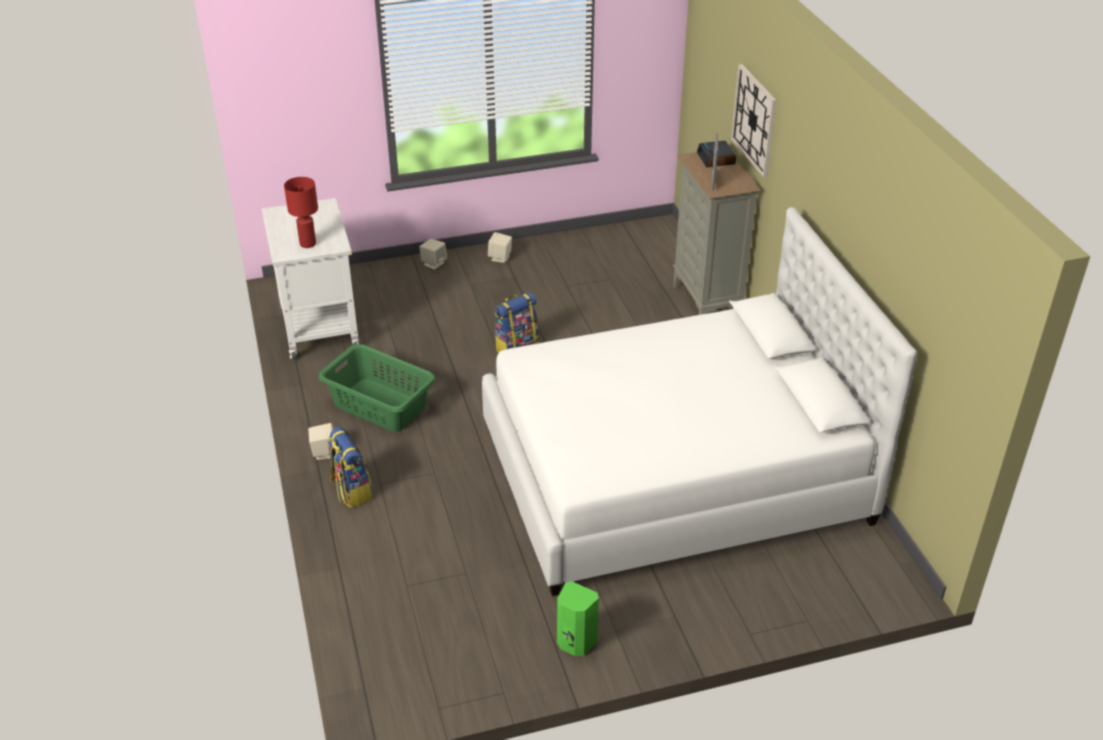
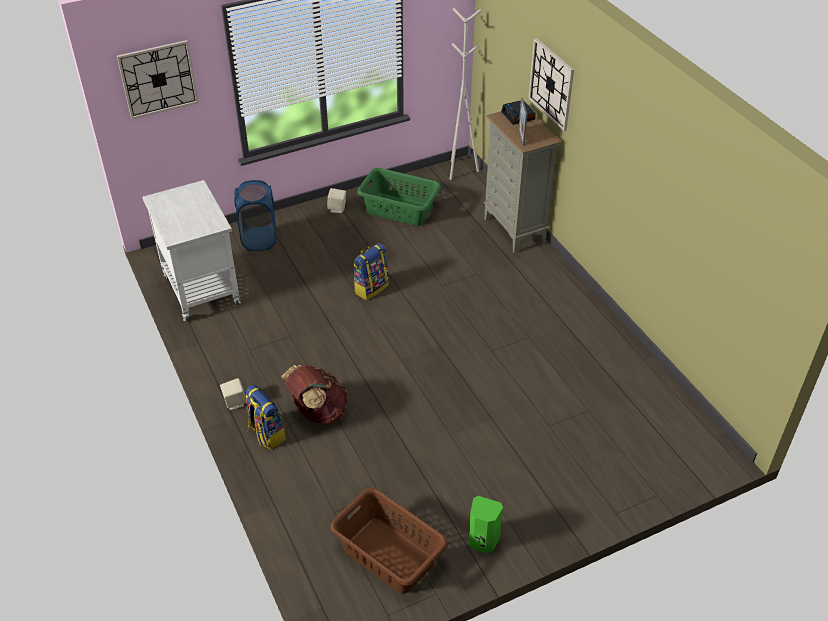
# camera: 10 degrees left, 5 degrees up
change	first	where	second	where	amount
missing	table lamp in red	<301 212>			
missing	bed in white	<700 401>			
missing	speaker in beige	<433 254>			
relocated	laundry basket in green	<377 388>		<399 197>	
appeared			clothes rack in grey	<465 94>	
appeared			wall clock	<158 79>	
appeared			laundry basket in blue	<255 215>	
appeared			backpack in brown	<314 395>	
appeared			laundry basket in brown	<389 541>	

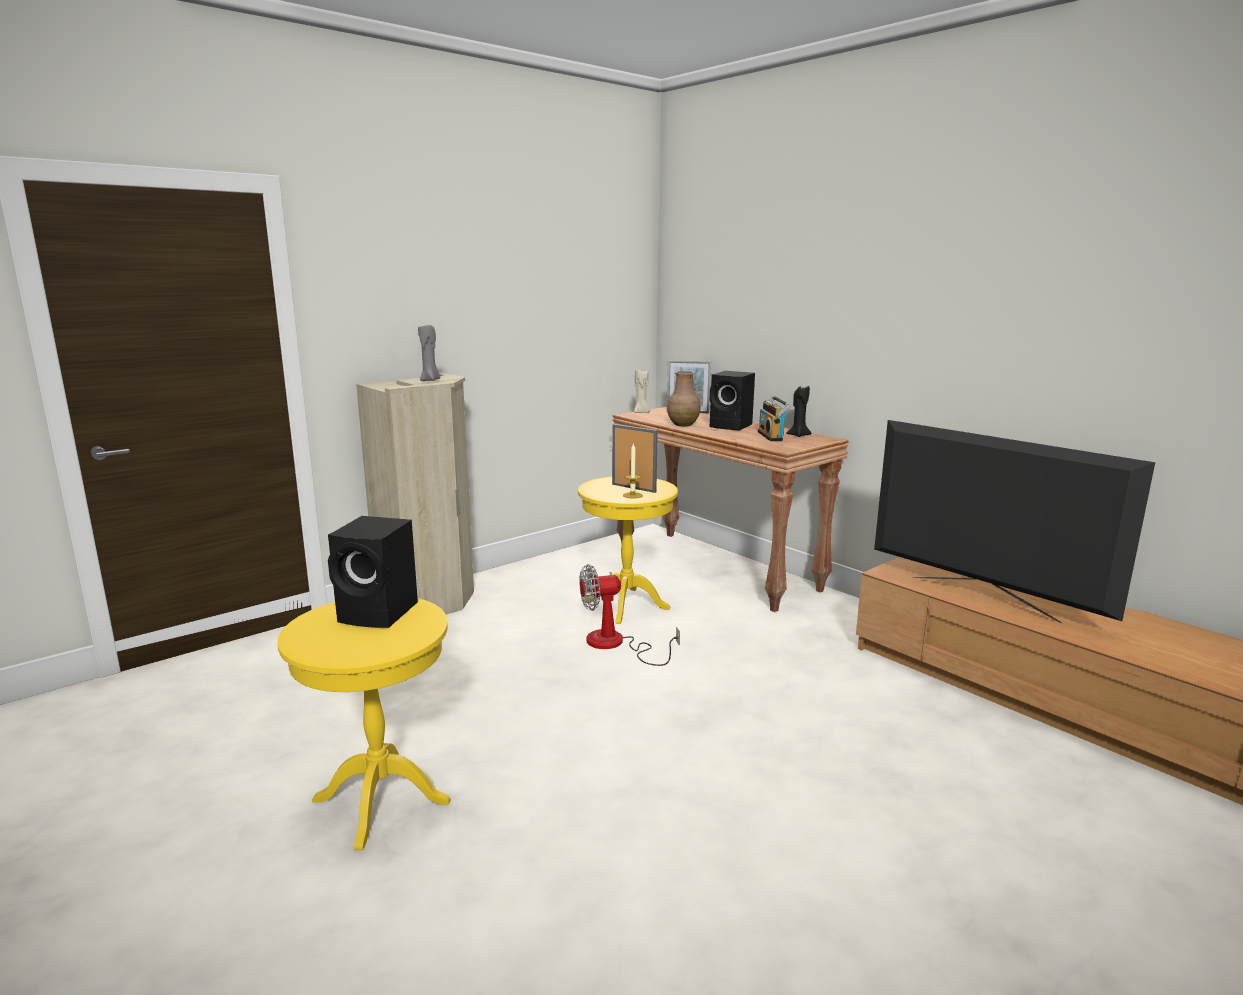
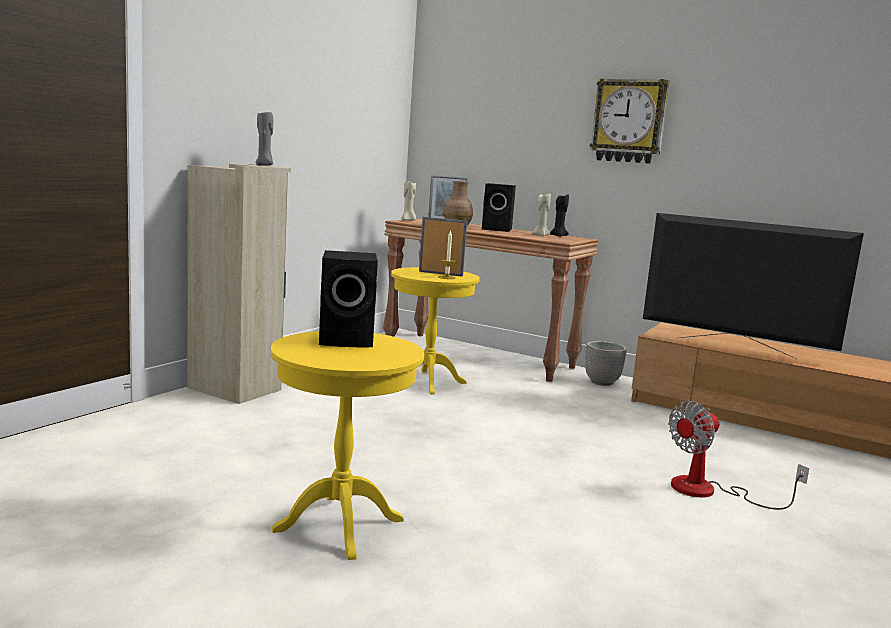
# camera: 20 degrees left, 5 degrees down
change	first	where	second	where	amount
exchanged	radio	<774 418>	candle in beige	<541 214>	
relocated	fan	<629 615>		<738 455>	
appeared			wall clock	<630 121>	
appeared			planter	<606 363>	

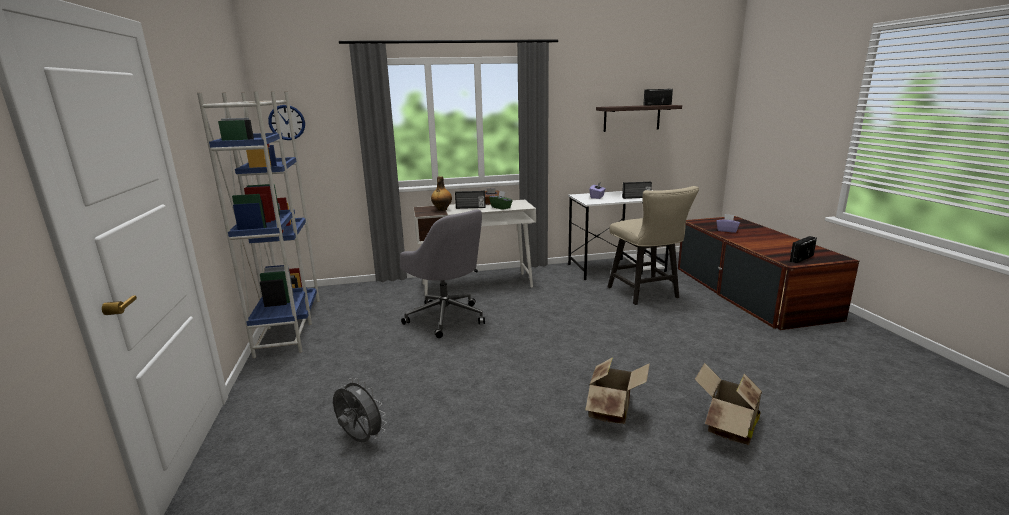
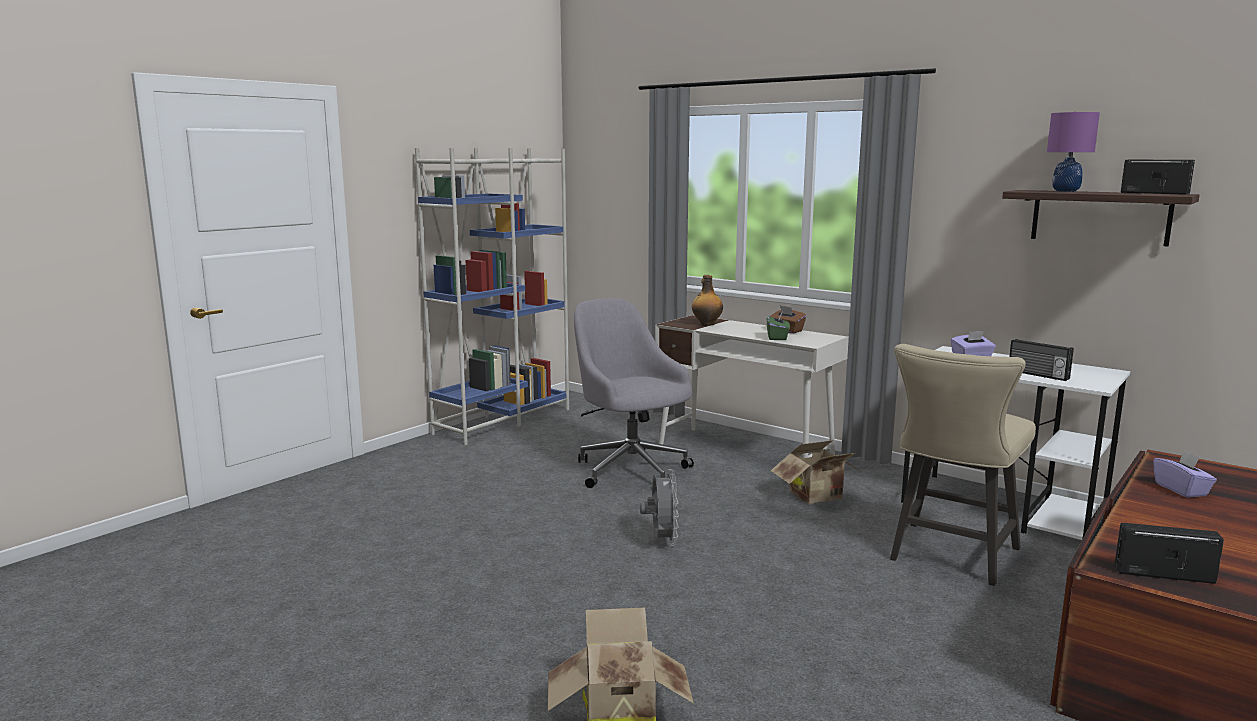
# camera: 50 degrees right, 5 degrees down
change	first	where	second	where	amount
missing	wall clock	<286 122>			
missing	radio	<470 200>			
spun	office chair in grey	<442 273>		<634 393>	135 degrees clockwise
relocated	cardboard box	<617 390>		<817 472>	
relocated	fan in grey	<360 410>		<659 507>	
appeared			table lamp in purple	<1073 152>	

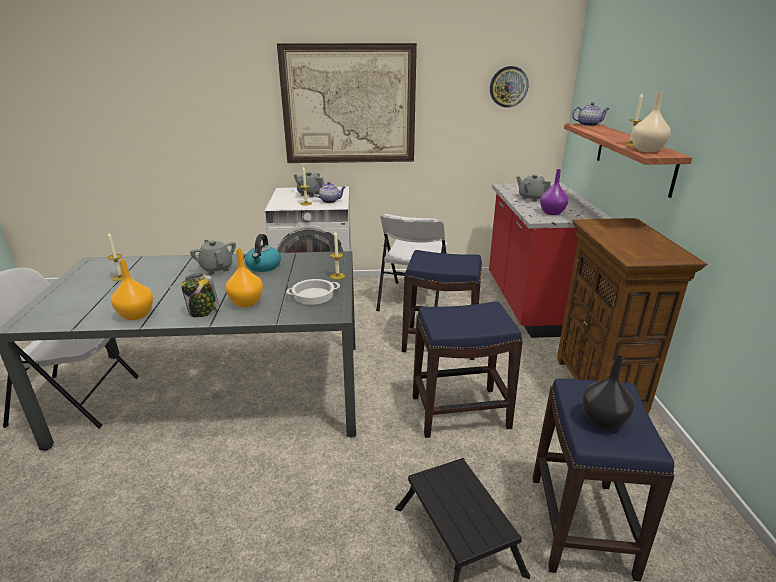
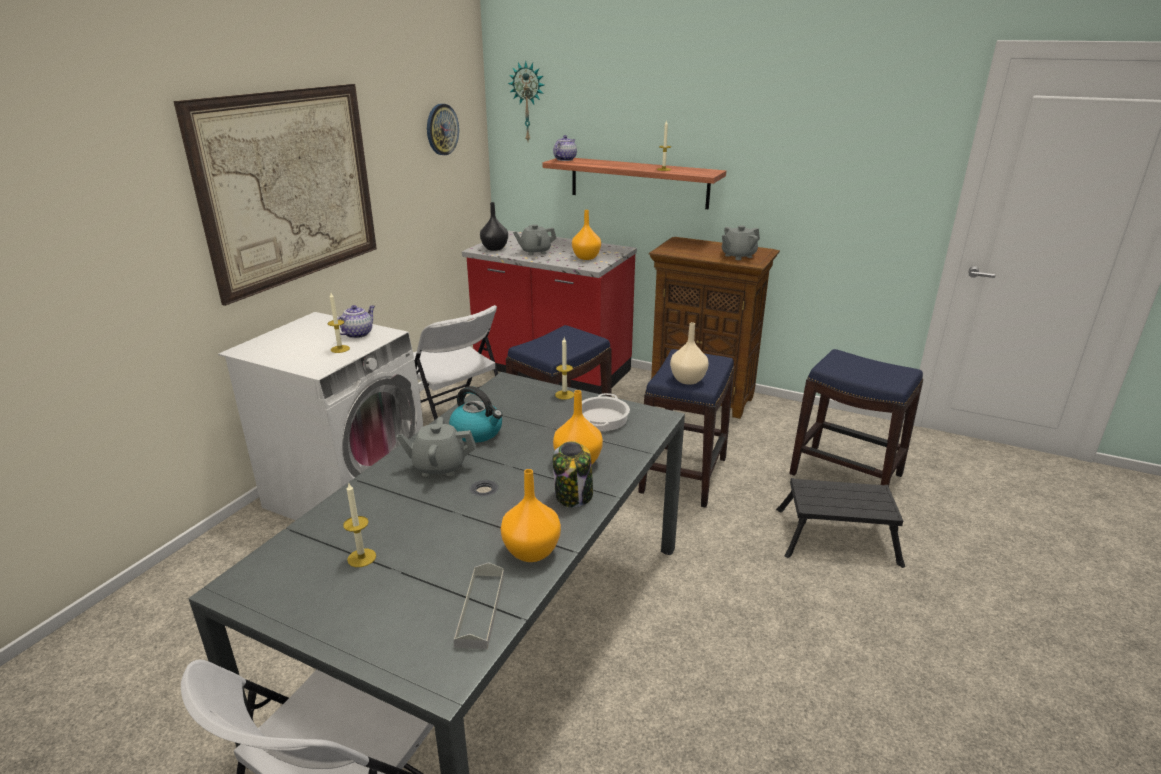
# camera: 60 degrees left, 0 degrees up
change	first	where	second	where	amount
relocated	vase in beige	<651 121>		<689 353>	
colour	vase in purple	<554 192>	vase in orange	<586 235>	
relocated	teapot in grey	<309 184>		<741 242>	
relocated	vase in black	<608 392>		<494 226>	
appeared			wall clock	<526 101>	
appeared			tray in grey	<479 605>	

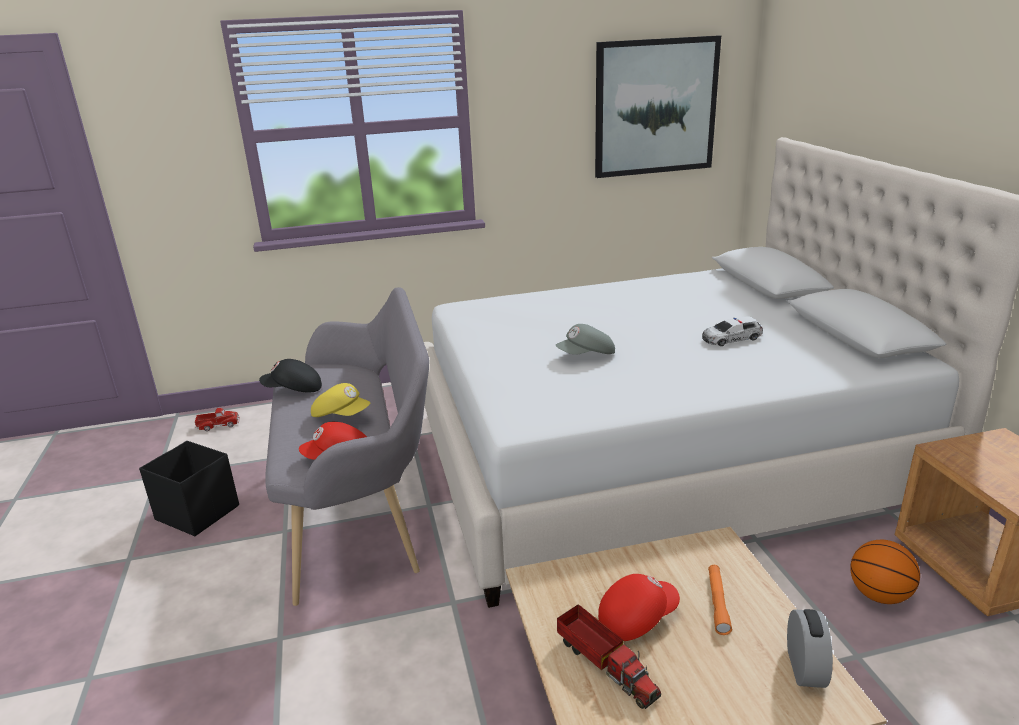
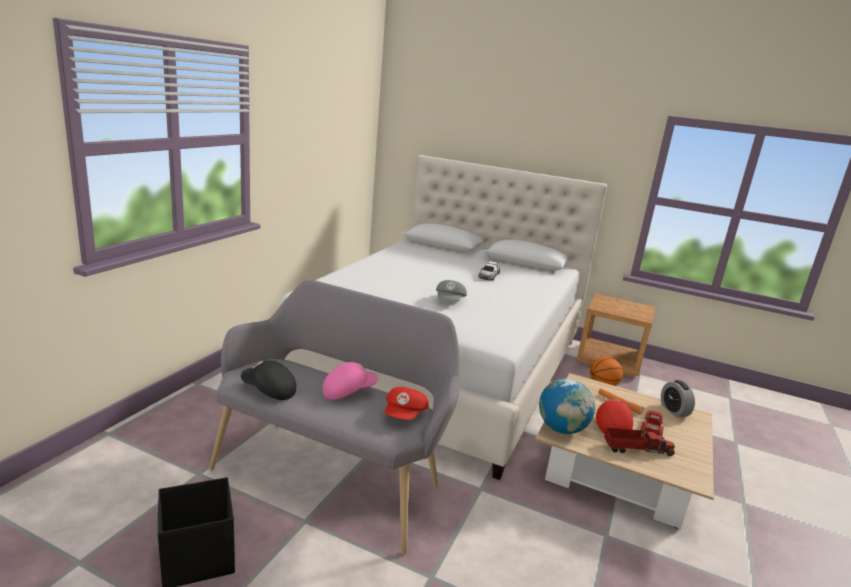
# camera: 55 degrees left, 5 degrees down
change	first	where	second	where	amount
missing	picture	<658 106>			
spun	cap in black	<290 375>		<268 380>	75 degrees clockwise
colour	cap in yellow	<341 400>	cap in pink	<350 381>	
relocated	toy truck	<217 419>		<652 423>	
spun	alarm clock	<810 648>		<678 398>	150 degrees counterclockwise
appeared			globe	<567 406>	

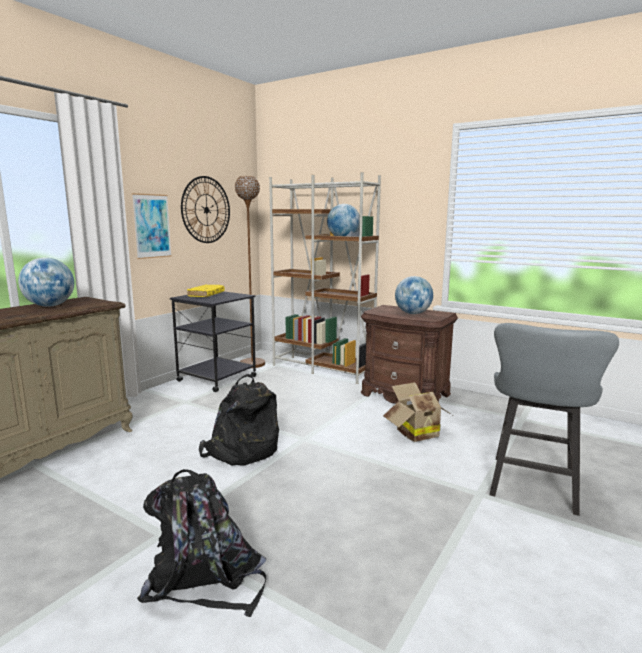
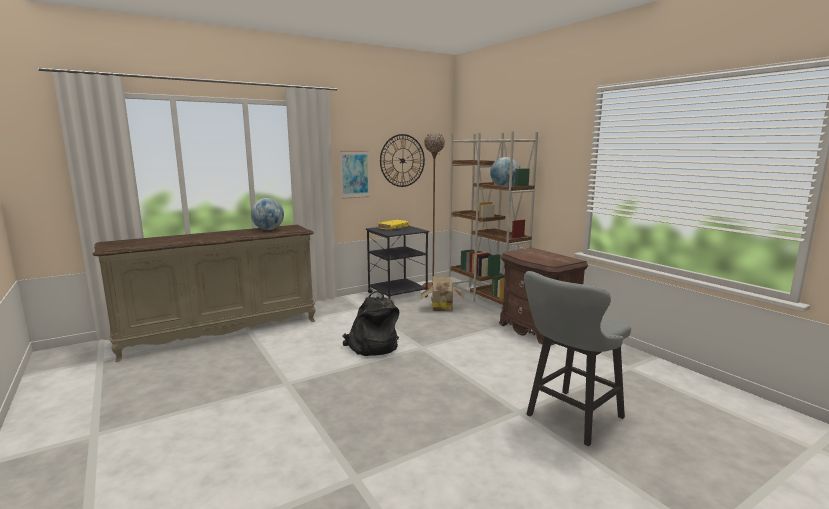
# camera: 25 degrees right, 0 degrees up
change	first	where	second	where	amount
missing	globe	<414 295>			
relocated	cardboard box	<417 412>		<442 293>	
missing	backpack in black	<201 543>			

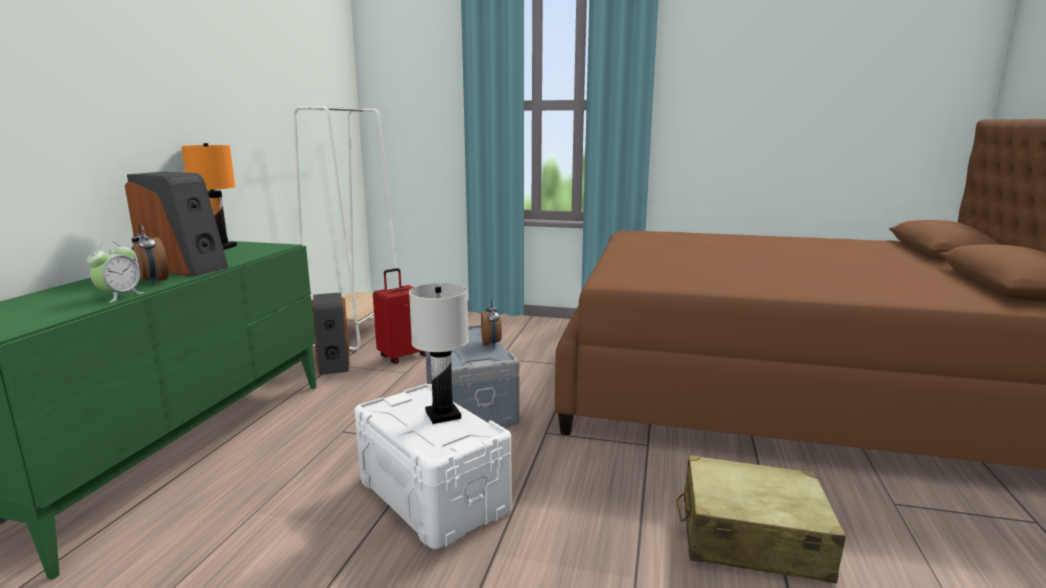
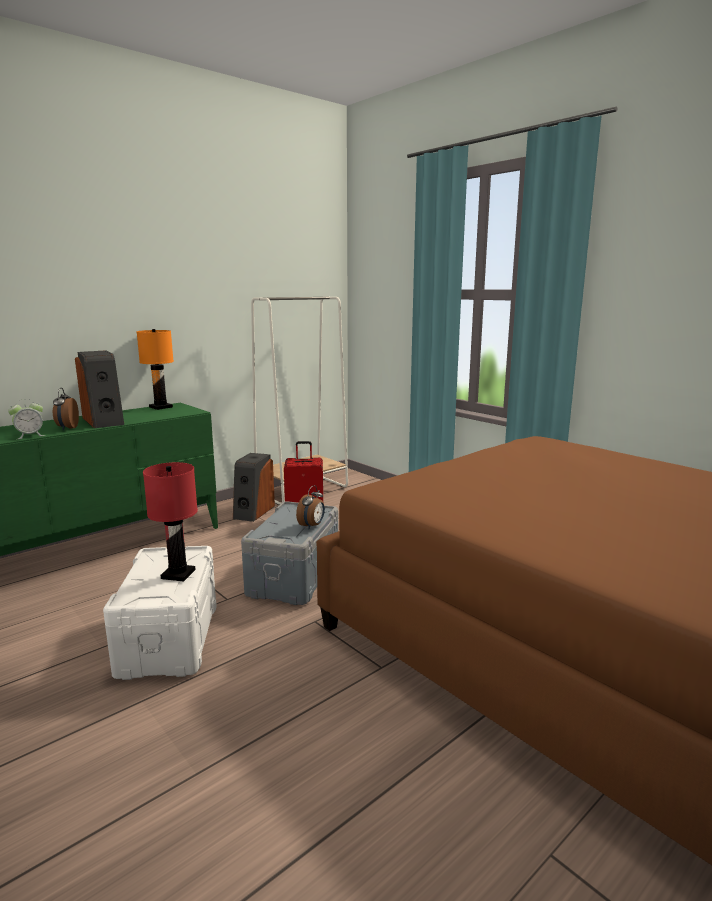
# camera: 35 degrees right, 0 degrees up
change	first	where	second	where	amount
colour	table lamp in white	<439 353>	table lamp in red	<170 522>	
missing	suitcase in beige	<761 519>			

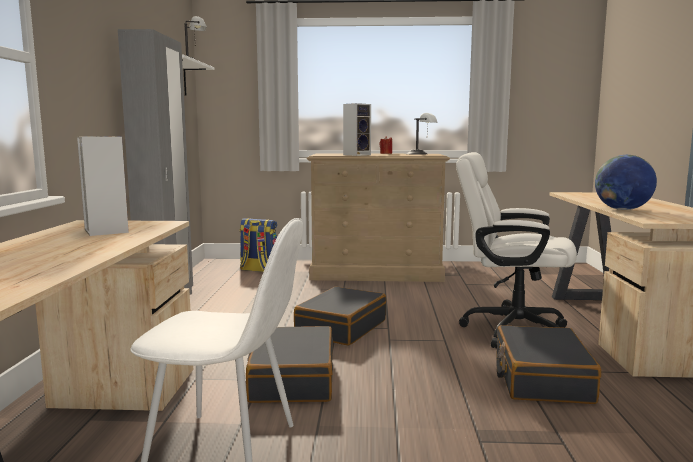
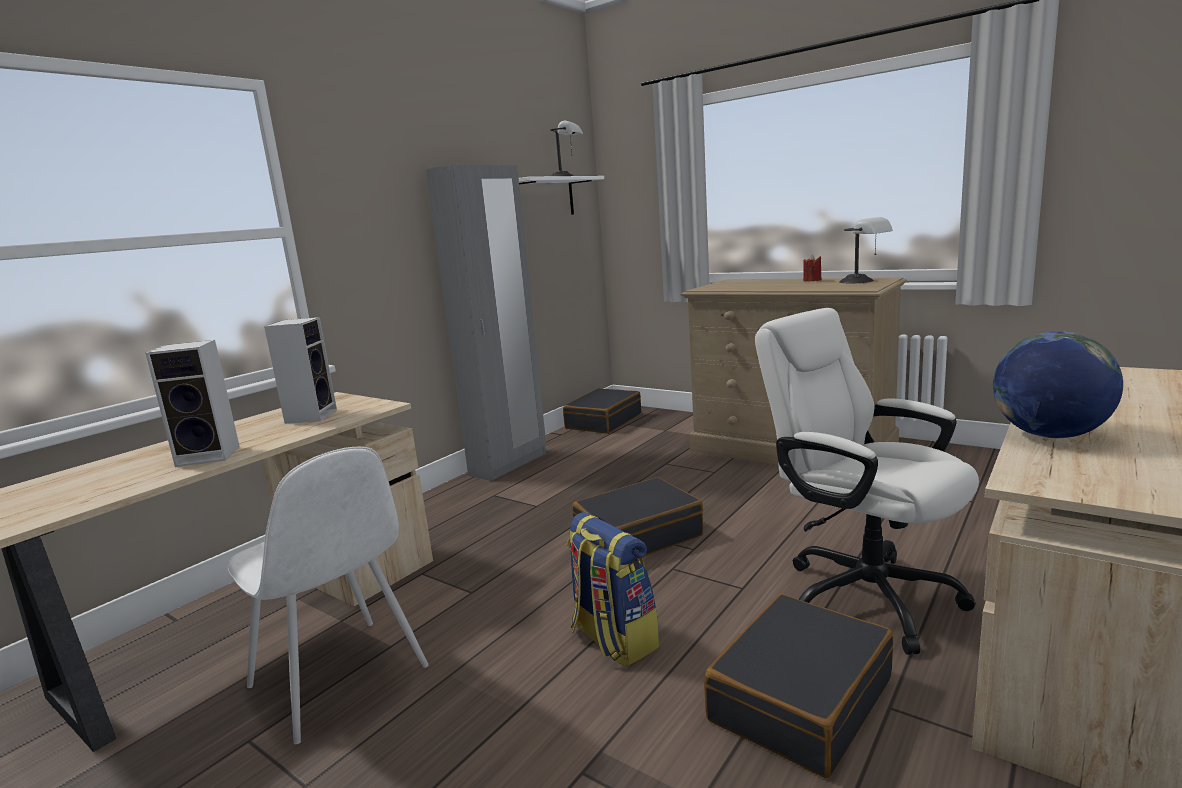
# camera: 35 degrees right, 5 degrees up
change	first	where	second	where	amount
relocated	speaker	<357 129>		<192 403>	
relocated	backpack	<258 245>		<613 589>	
relocated	suitcase in black	<289 364>		<602 411>	

